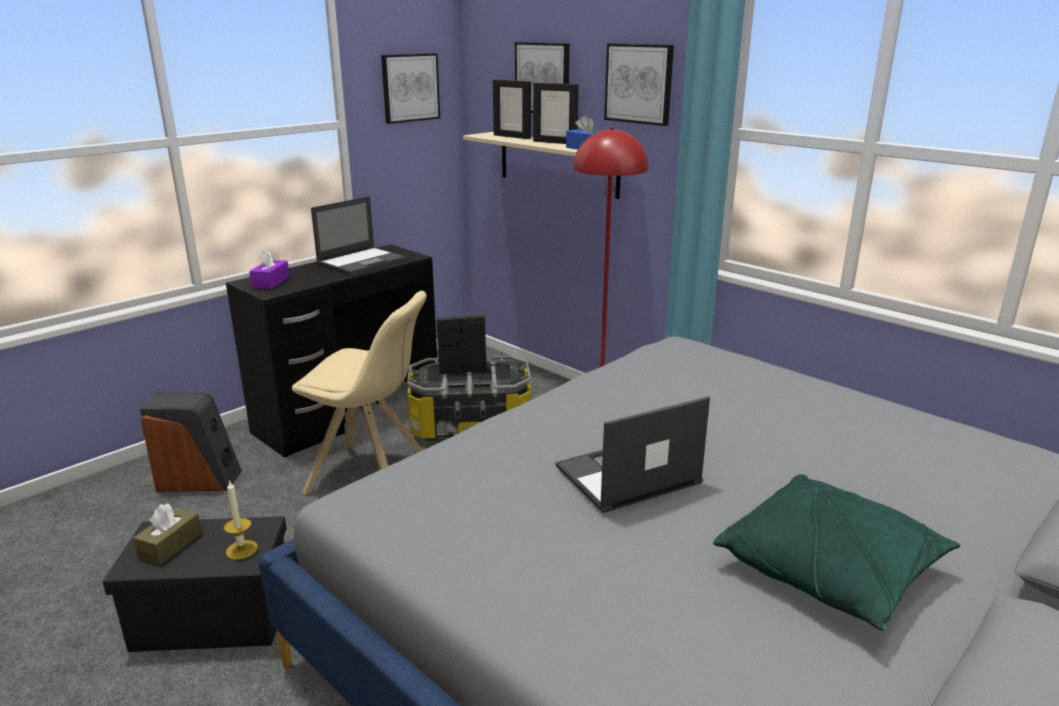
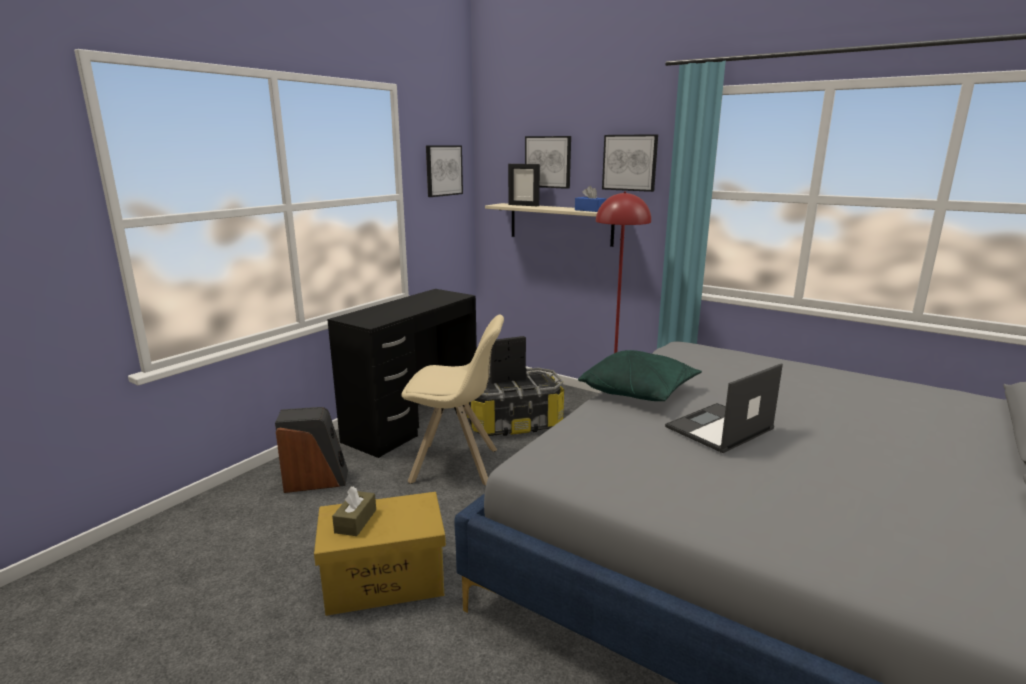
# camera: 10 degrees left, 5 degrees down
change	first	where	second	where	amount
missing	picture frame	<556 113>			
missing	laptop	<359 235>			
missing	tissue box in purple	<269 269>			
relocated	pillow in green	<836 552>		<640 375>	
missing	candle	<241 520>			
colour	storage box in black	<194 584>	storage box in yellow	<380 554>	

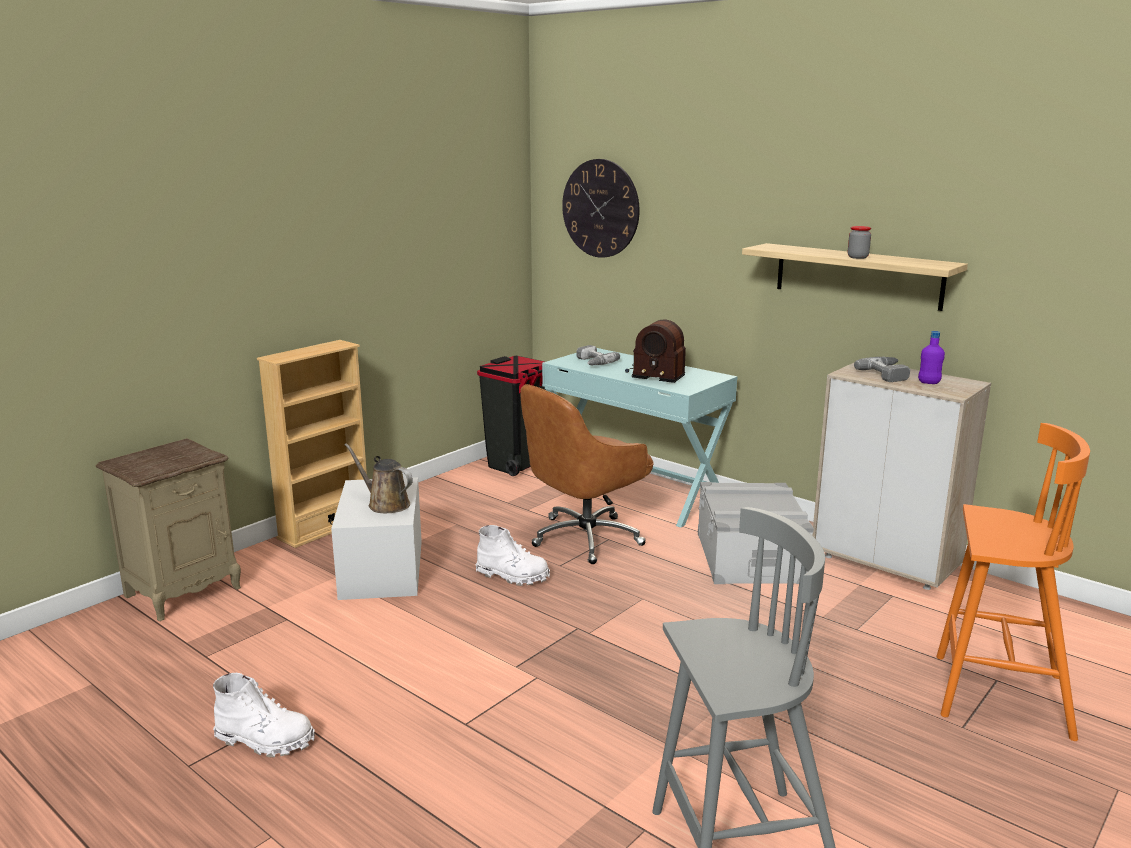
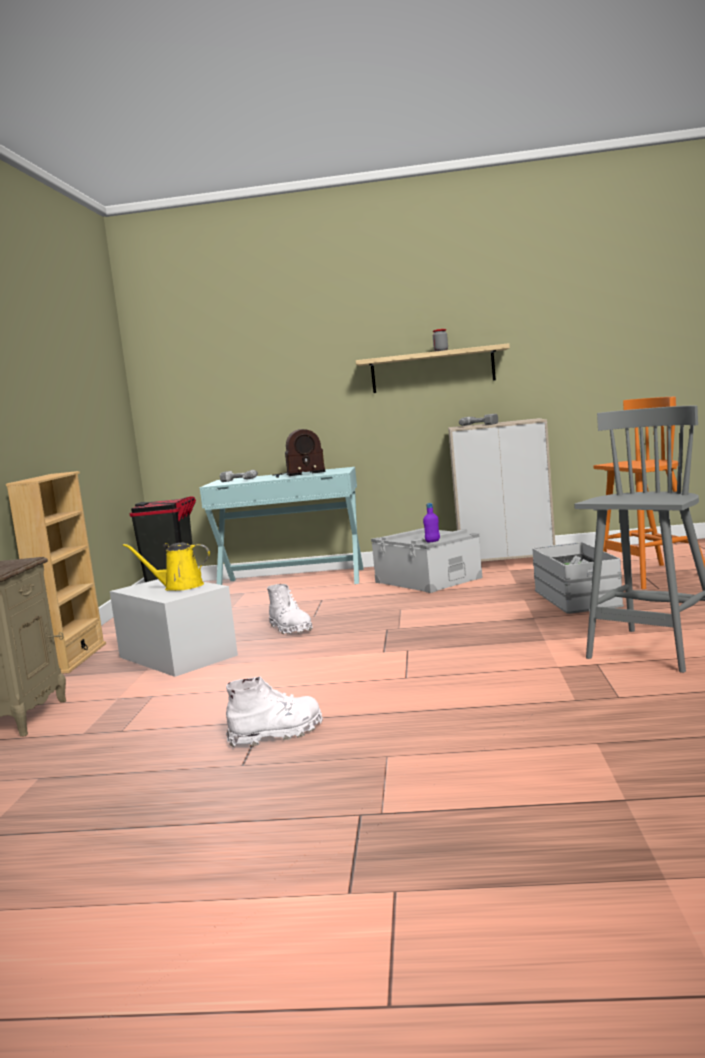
# camera: 35 degrees left, 10 degrees down
change	first	where	second	where	amount
missing	wall clock	<601 208>			
relocated	bottle in purple	<931 357>		<431 522>	
missing	office chair in brown	<587 474>			
colour	watering can in brown	<378 478>	watering can in yellow	<166 567>	
spun	boot in white	<513 555>		<290 609>	75 degrees clockwise
appeared			storage box in grey	<578 578>	

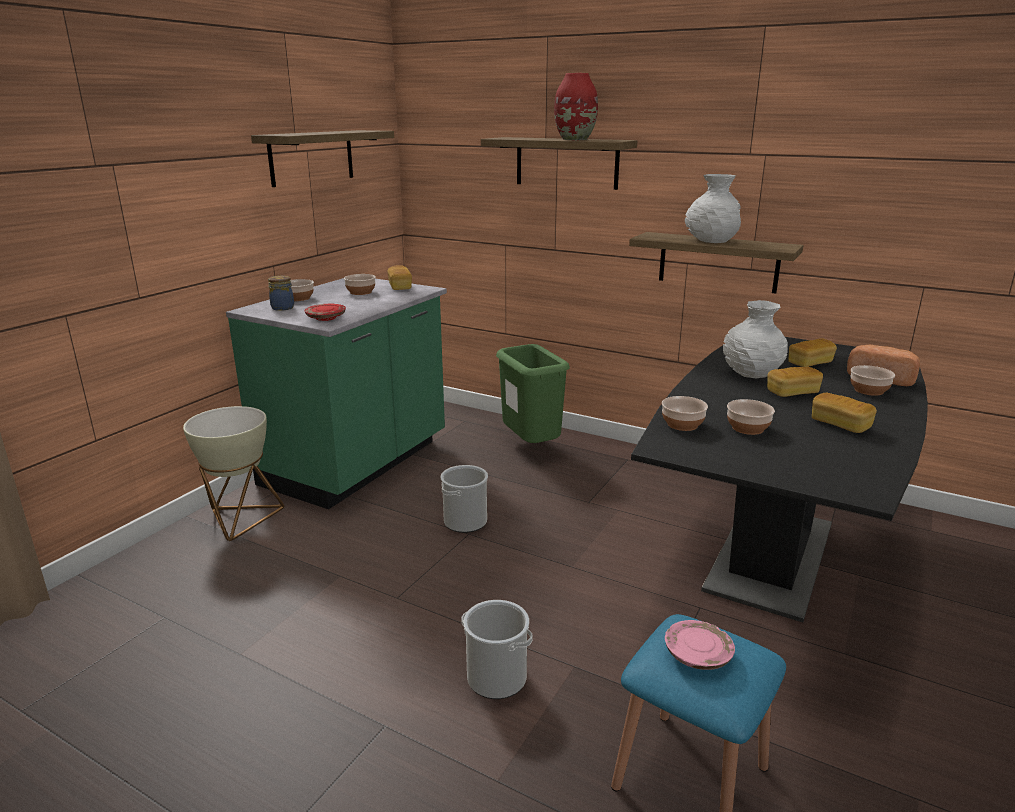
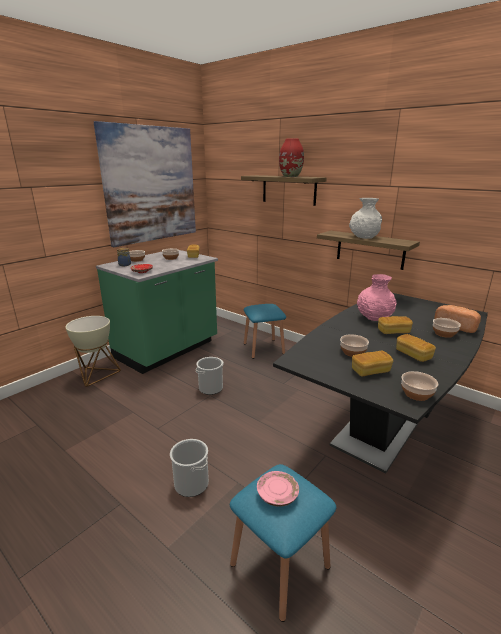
# camera: 10 degrees right, 0 degrees up
change	first	where	second	where	amount
exchanged	shelf	<322 158>	picture	<145 184>	
colour	vase in white	<755 339>	vase in pink	<377 297>	
relocated	bread	<812 352>		<372 363>	
exchanged	trash can in green	<533 393>	stool in blue	<265 331>	
relocated	bowl	<685 413>		<419 386>	

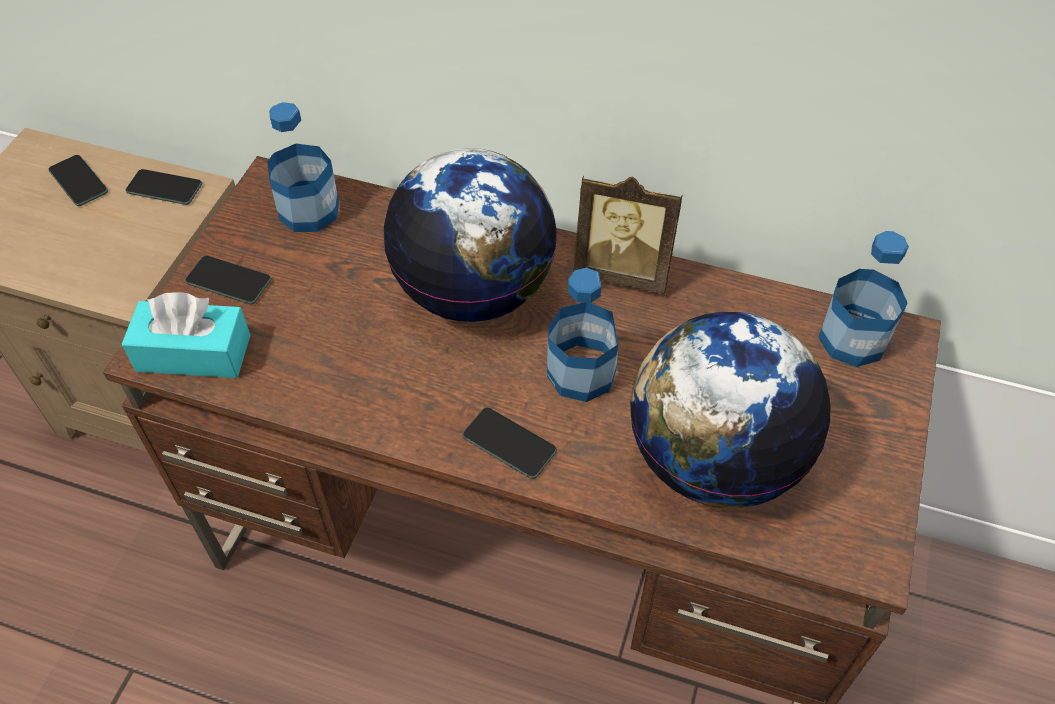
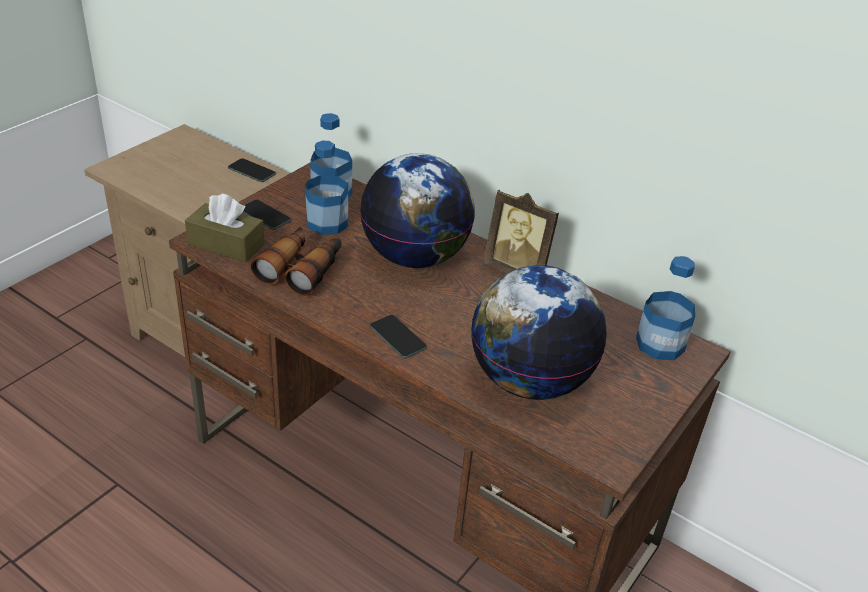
# camera: 15 degrees right, 15 degrees down
change	first	where	second	where	amount
missing	phone	<78 180>			
relocated	bottle	<582 335>		<326 187>	
colour	tissue box in turquoise	<186 335>	tissue box in brown	<225 228>	
appeared			binoculars	<296 261>	

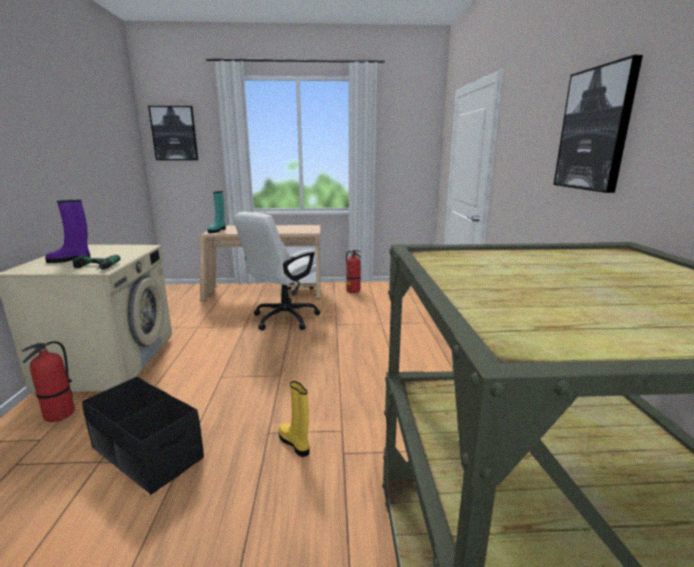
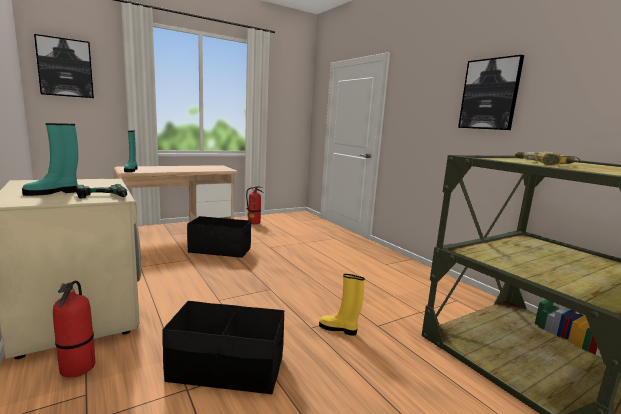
# camera: 30 degrees left, 5 degrees down
change	first	where	second	where	amount
colour	boot in purple	<68 231>	boot in turquoise	<50 159>	
exchanged	office chair in white	<277 271>	storage box in black	<219 237>	
appeared			power drill	<548 158>	

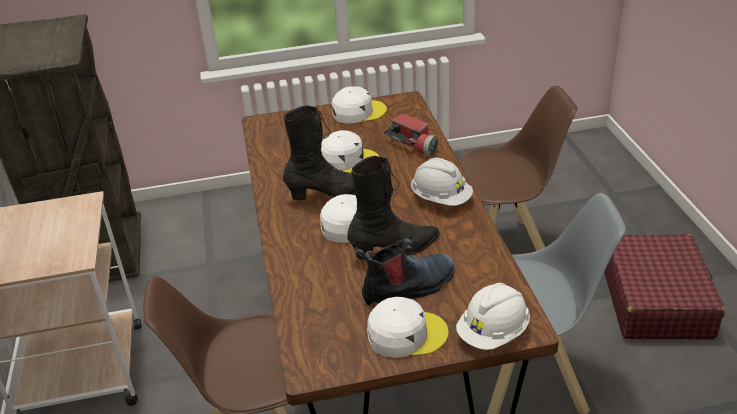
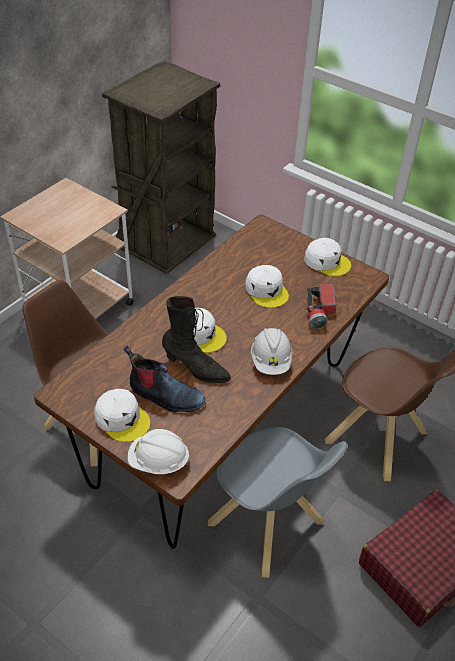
# camera: 45 degrees right, 10 degrees up
change	first	where	second	where	amount
missing	boot in black	<319 152>			

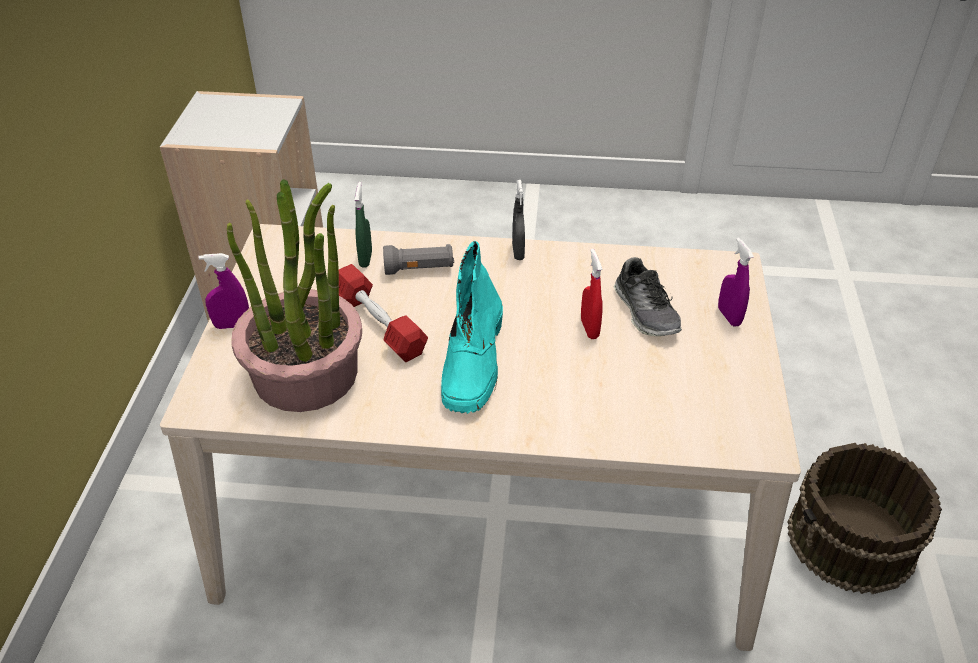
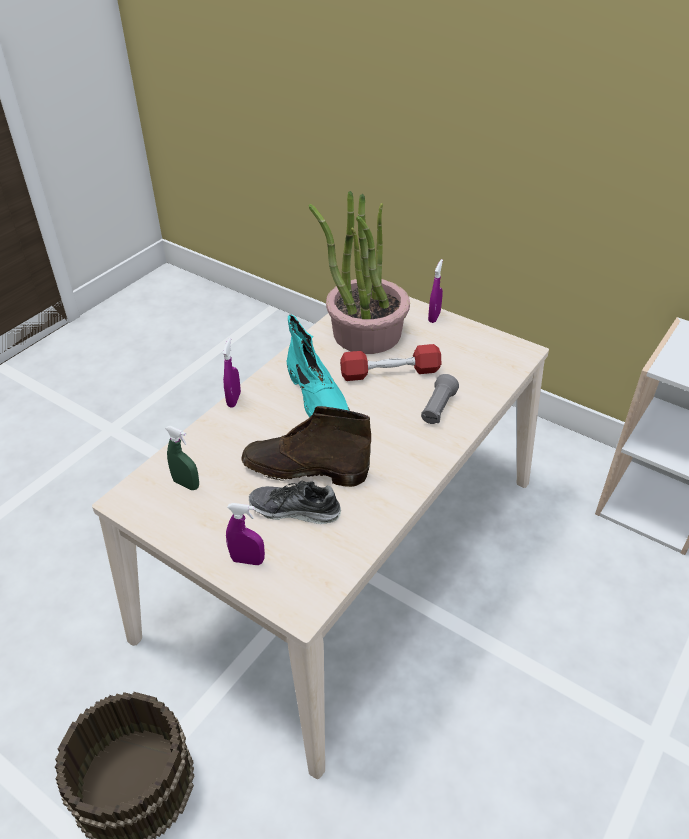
# camera: 120 degrees right, 0 degrees up
change	first	where	second	where	amount
missing	spray bottle in grey	<518 220>			
relocated	spray bottle in green	<363 224>		<182 458>	
spun	boot in turquoise	<472 327>		<318 366>	150 degrees counterclockwise
exchanged	spray bottle in red	<592 294>	boot in brown	<306 446>	
appeared			spray bottle in purple	<231 373>	

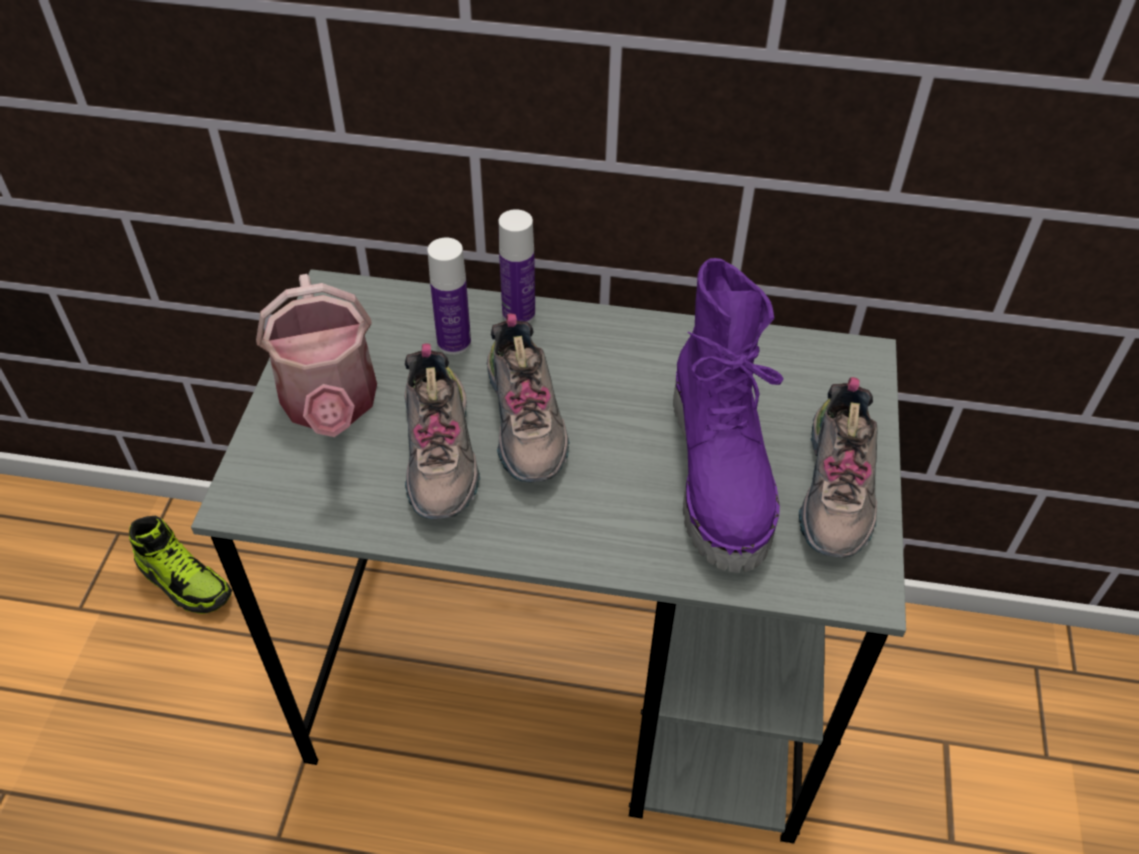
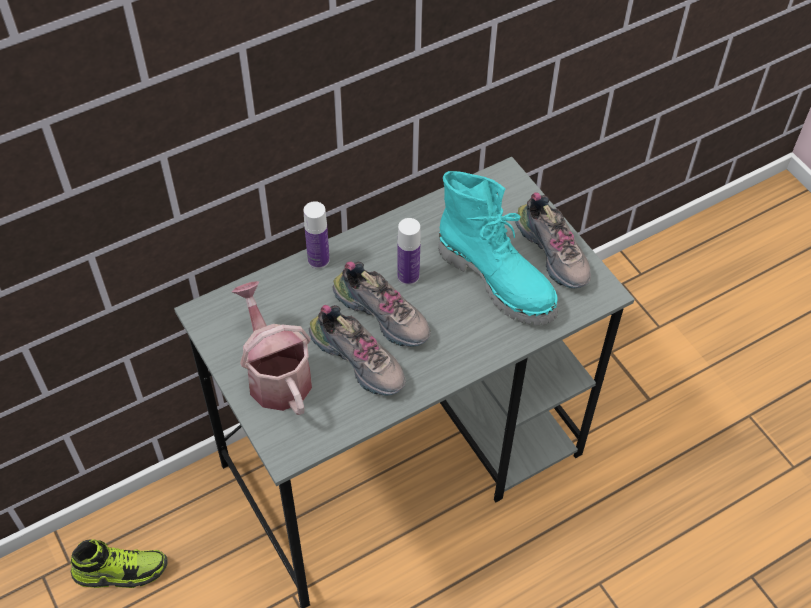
# camera: 40 degrees left, 5 degrees up
change	first	where	second	where	amount
relocated	bottle	<449 296>		<409 251>	
colour	boot in purple	<728 415>	boot in turquoise	<498 248>	
spun	watering can	<316 355>		<272 348>	150 degrees counterclockwise

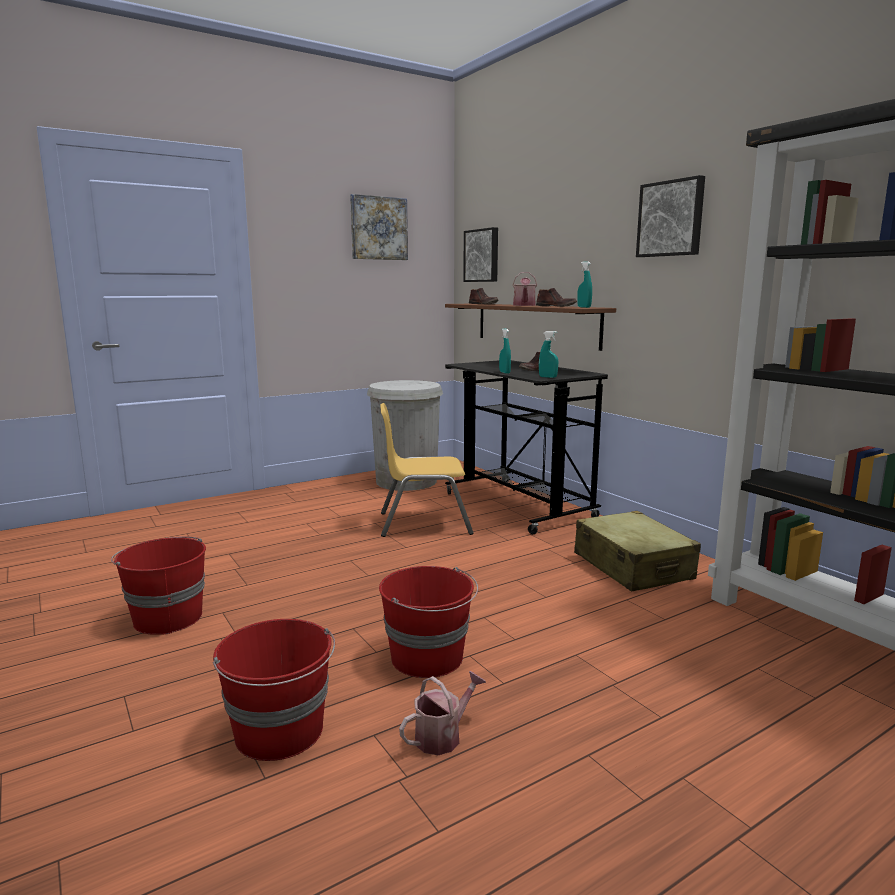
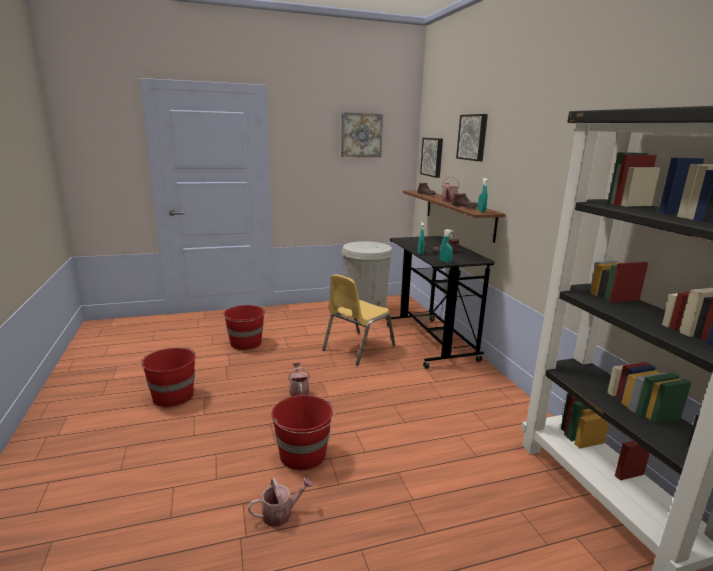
# camera: 15 degrees right, 5 degrees up
change	first	where	second	where	amount
relocated	picture	<670 216>		<472 137>	
spun	chair in yellow	<427 470>		<359 319>	60 degrees counterclockwise
missing	suitcase in beige	<637 551>			
relocated	bucket in red	<274 690>		<244 327>	
appeared			watering can	<299 379>	

